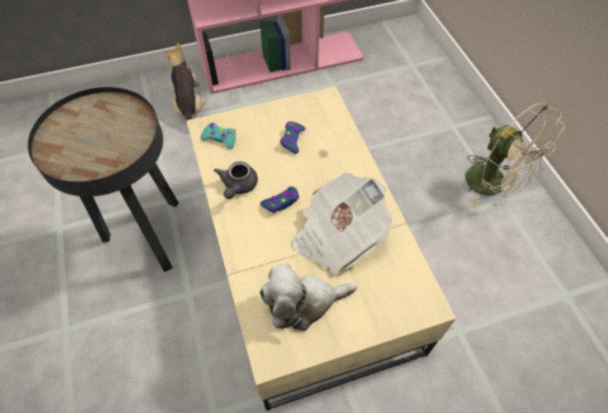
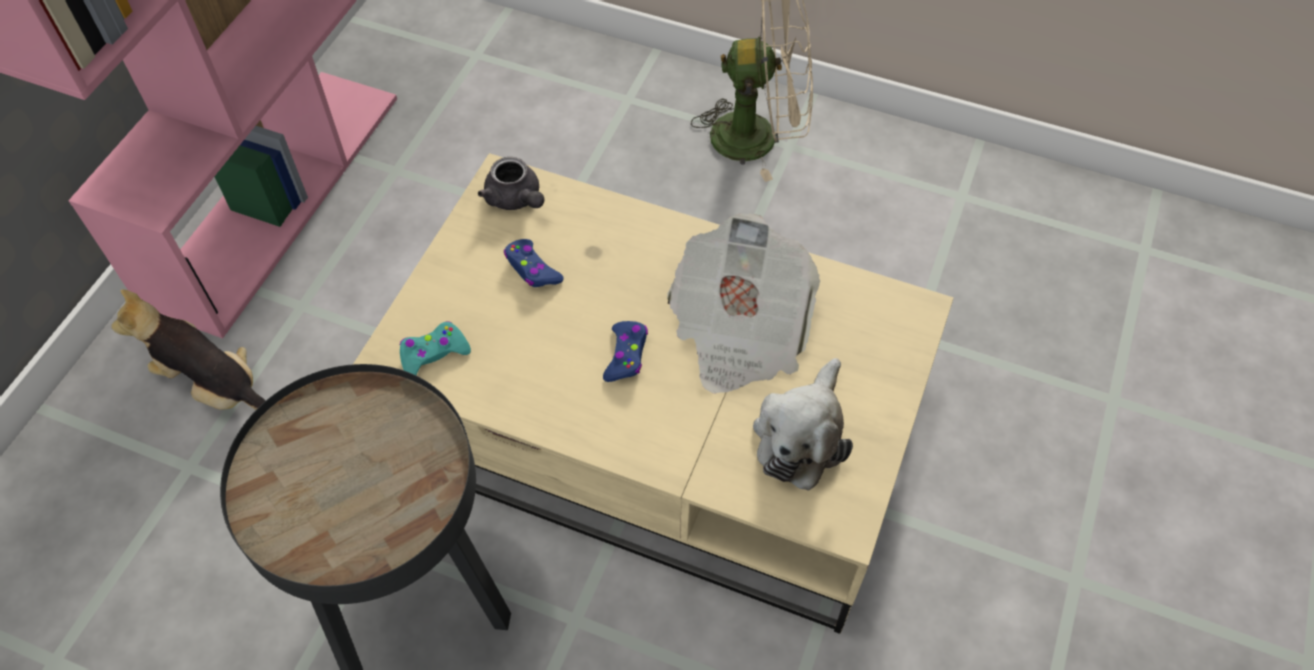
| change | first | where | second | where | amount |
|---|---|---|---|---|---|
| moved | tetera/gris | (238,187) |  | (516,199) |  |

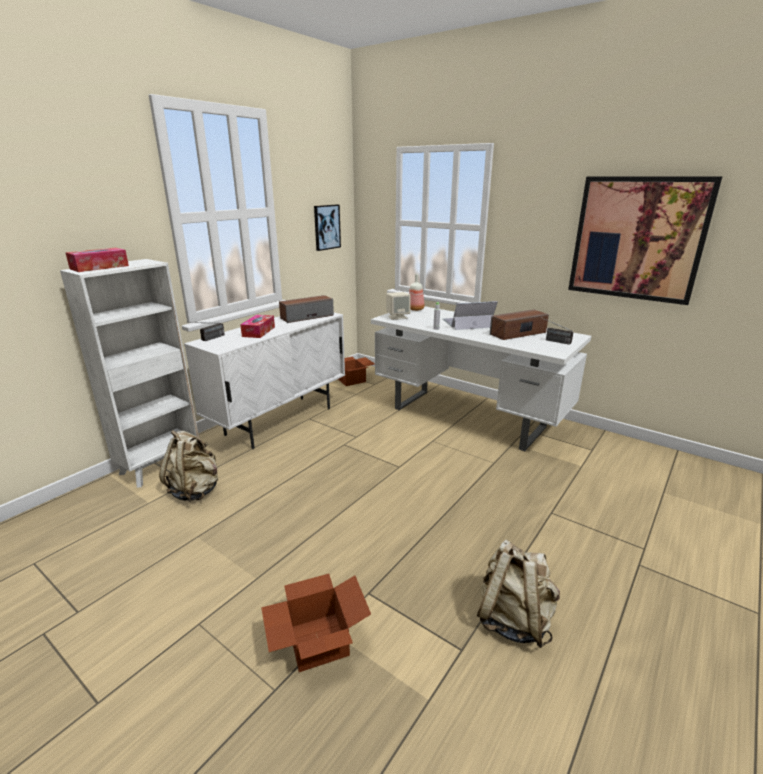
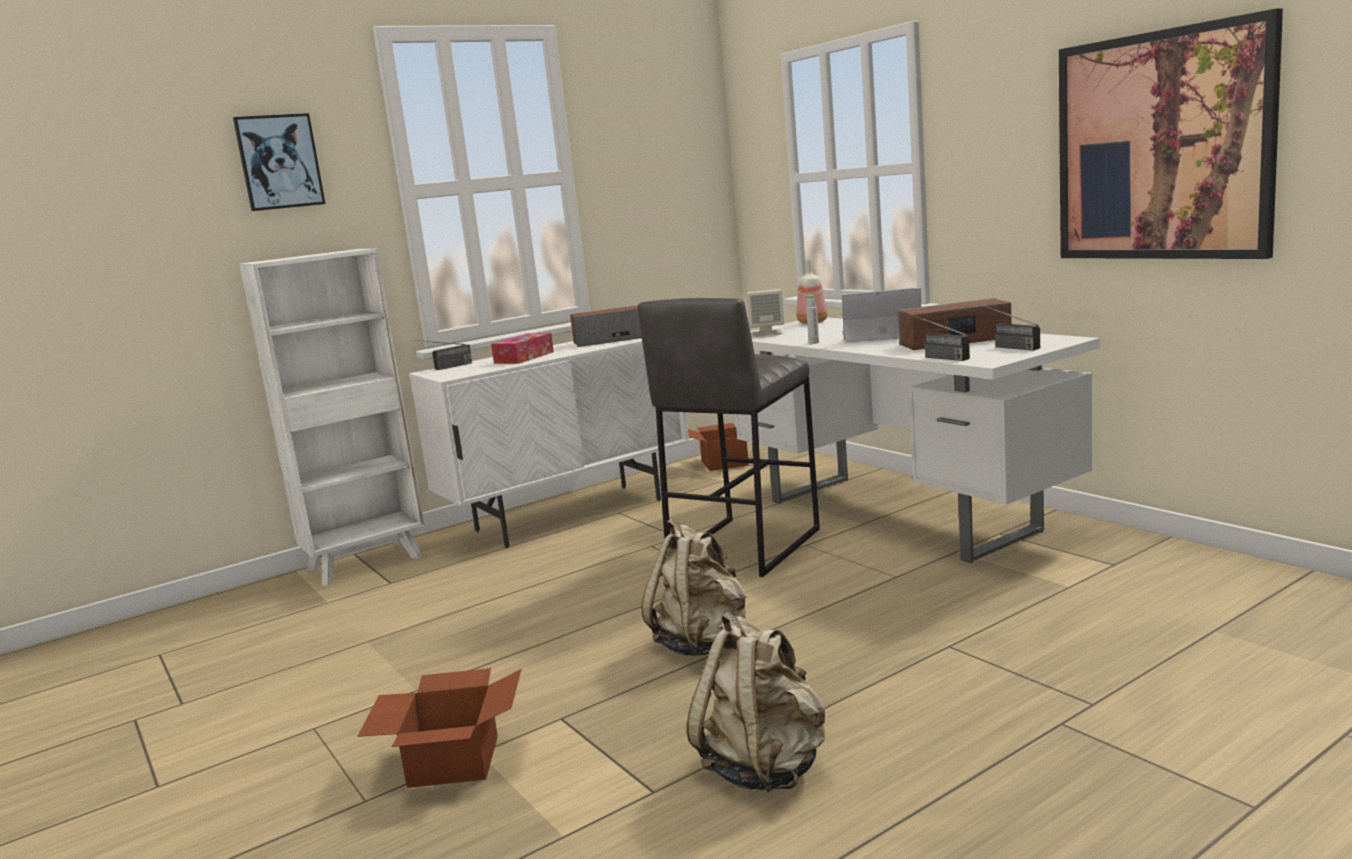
| change | first | where | second | where | amount |
|---|---|---|---|---|---|
| moved | cuadro | (326,227) |  | (279,162) |  |
| removed | caja de pañuelos | (99,267) |  |  |  |
| moved | mochila/beis | (195,490) |  | (702,644) |  |
| added |  |  | taburete/gris | (742,546) |  |
| added |  |  | radio | (936,357) |  |

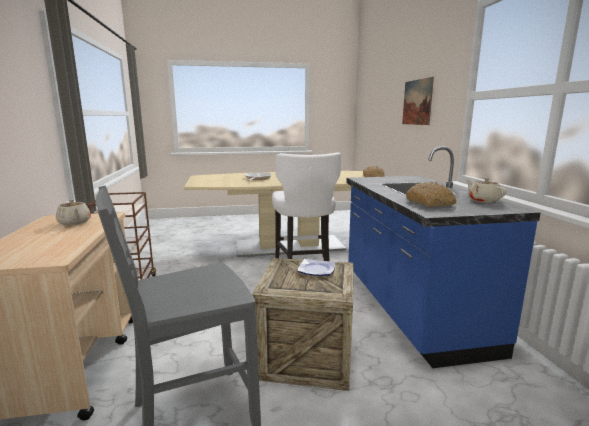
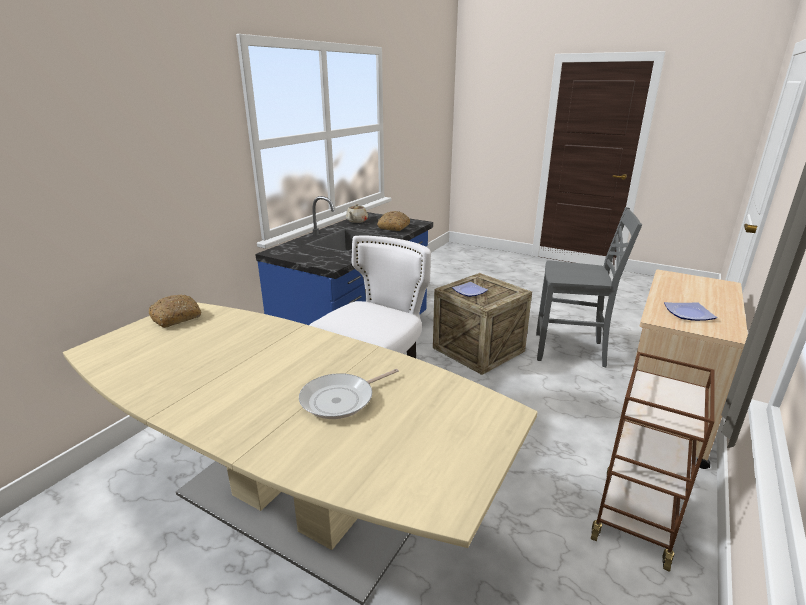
| change | first | where | second | where | amount |
|---|---|---|---|---|---|
| removed | cuadro | (417,102) |  |  |  |
| replaced | tetera/beis | (74,223) | plato | (689,314) |  |

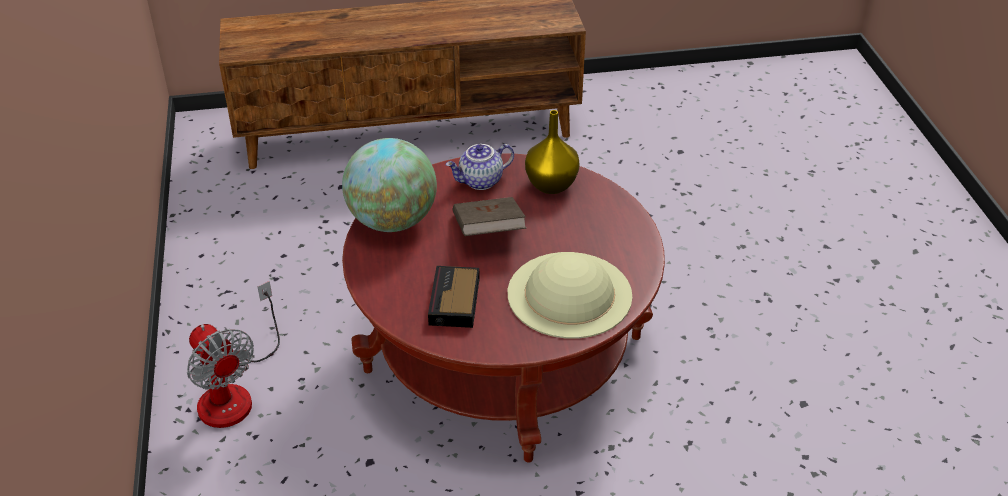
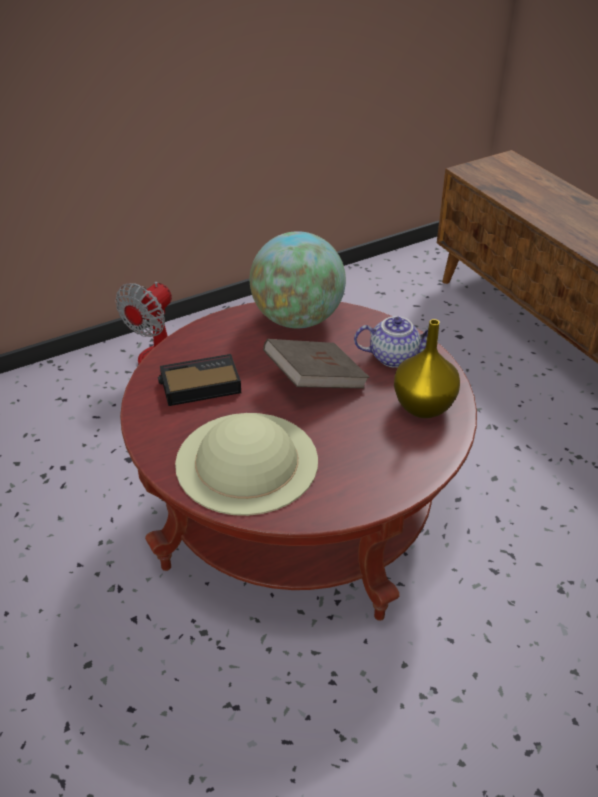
| change | first | where | second | where | amount |
|---|---|---|---|---|---|
| turned | tetera | (480,182) |  | (394,356) | 135 degrees clockwise |

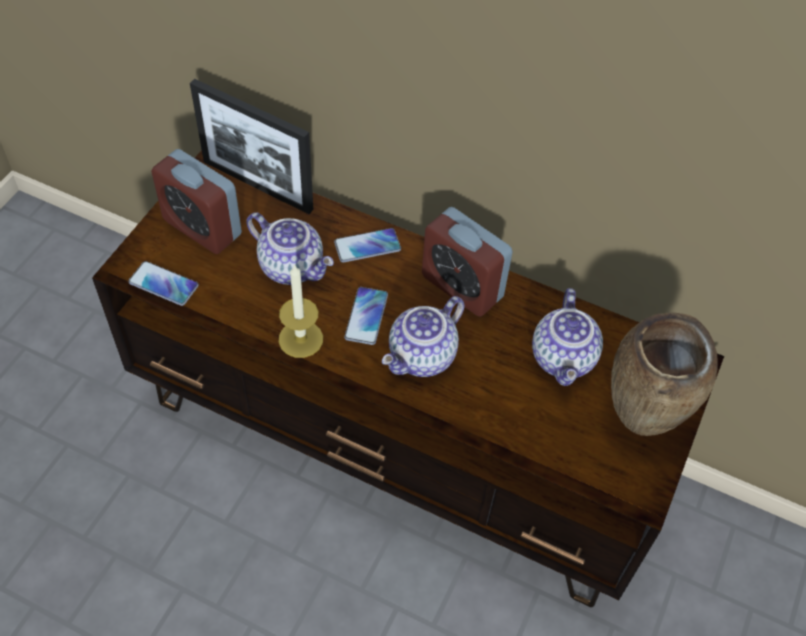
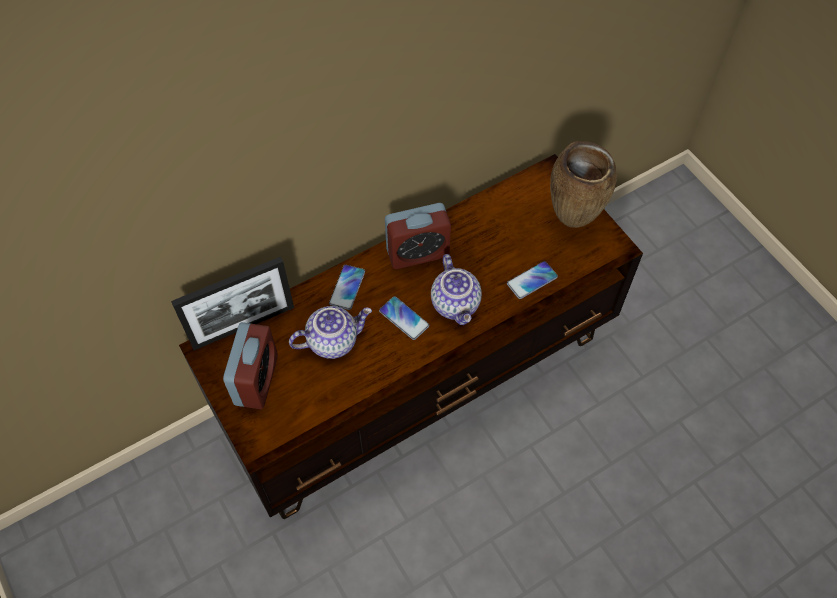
| change | first | where | second | where | amount |
|---|---|---|---|---|---|
| turned | despertador | (202,227) |  | (256,380) | 60 degrees counterclockwise |
| moved | móvil | (163,284) |  | (532,280) |  |
| removed | vela | (301,339) |  |  |  |
| removed | tetera | (564,359) |  |  |  |

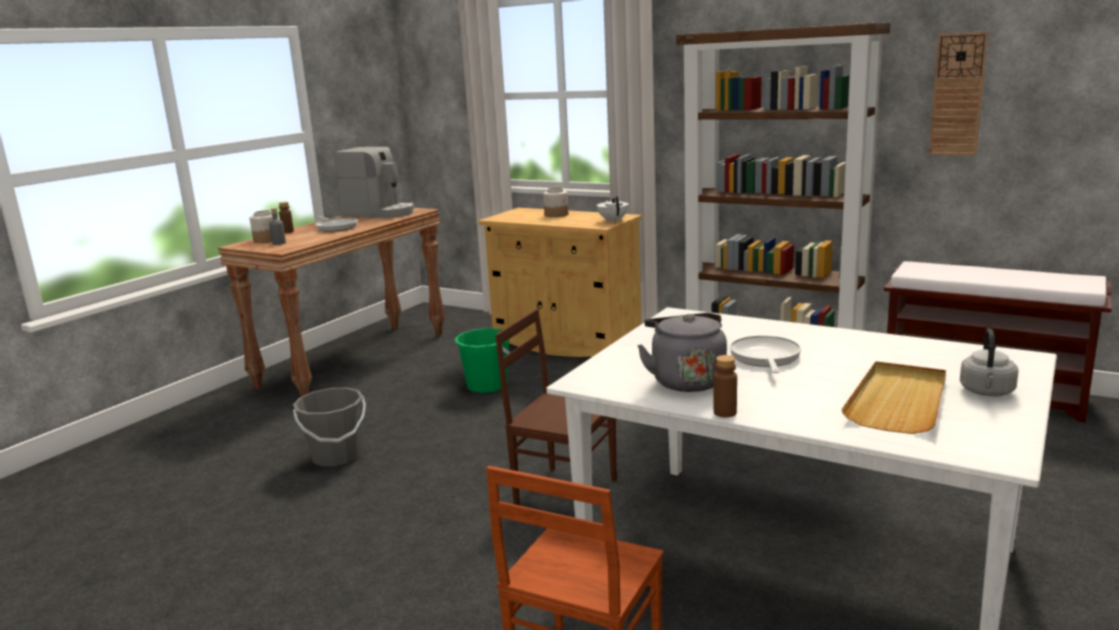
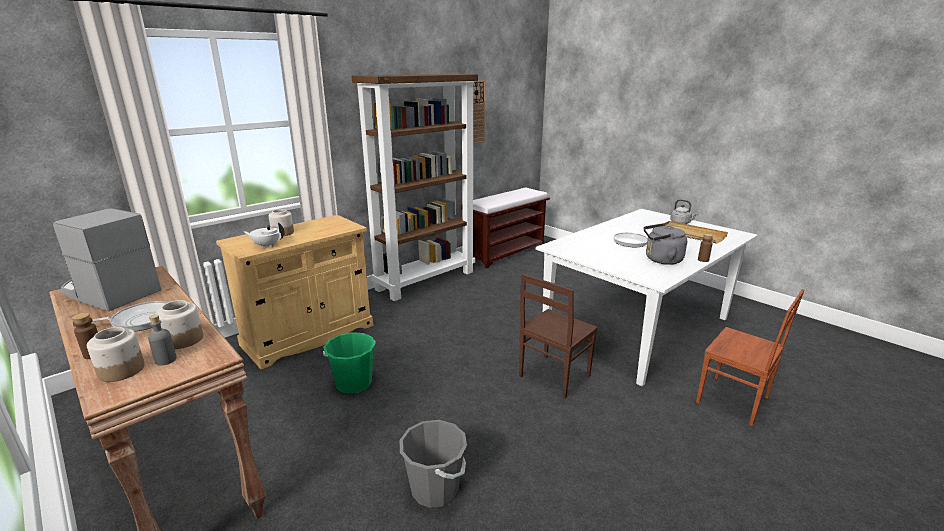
| change | first | where | second | where | amount |
|---|---|---|---|---|---|
| turned | cafetera | (380,213) |  | (110,293) | 105 degrees counterclockwise |
| moved | tetera/blanco | (613,220) |  | (266,246) |  |
| added |  |  | tarro | (183,340) |  |

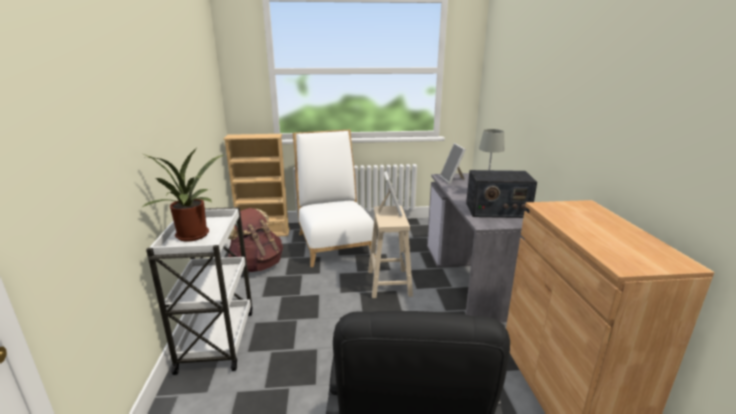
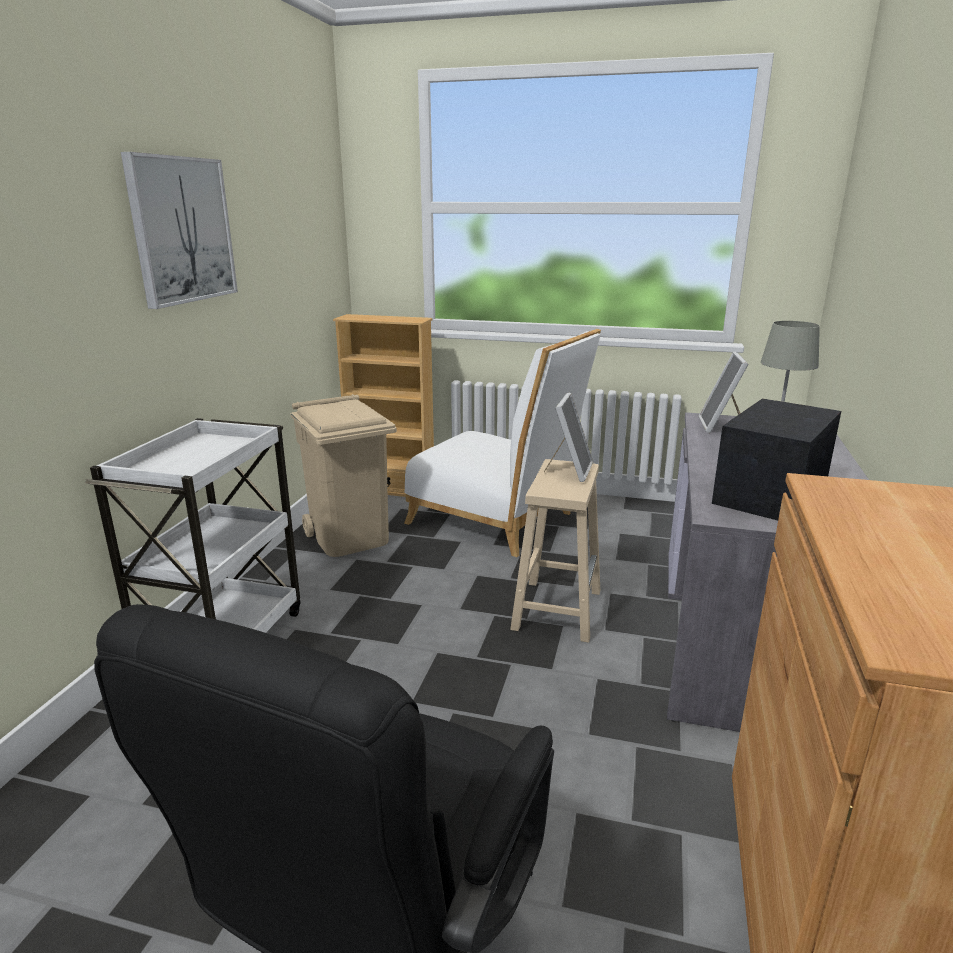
| change | first | where | second | where | amount |
|---|---|---|---|---|---|
| turned | silla/blanco | (334,242) |  | (498,521) | 120 degrees clockwise |
| removed | planta en maceta | (193,236) |  |  |  |
| turned | radio | (496,210) |  | (771,493) | 105 degrees clockwise |
| replaced | mochila/marrón | (256,265) | papelera/beis | (350,537) |  |
| added |  |  | cuadro | (182,230) |  |

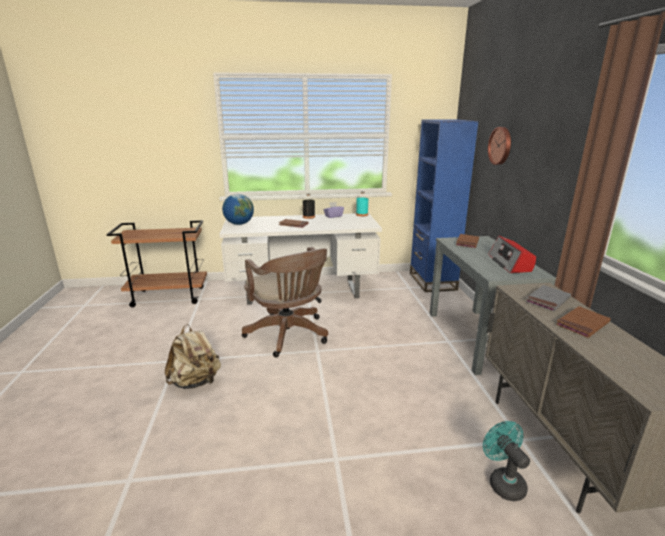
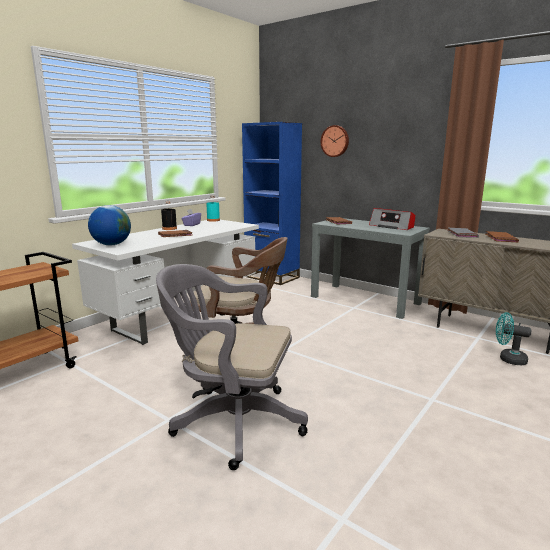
| change | first | where | second | where | amount |
|---|---|---|---|---|---|
| replaced | mochila/beis | (196,382) | silla de oficina/gris | (232,421) |  |

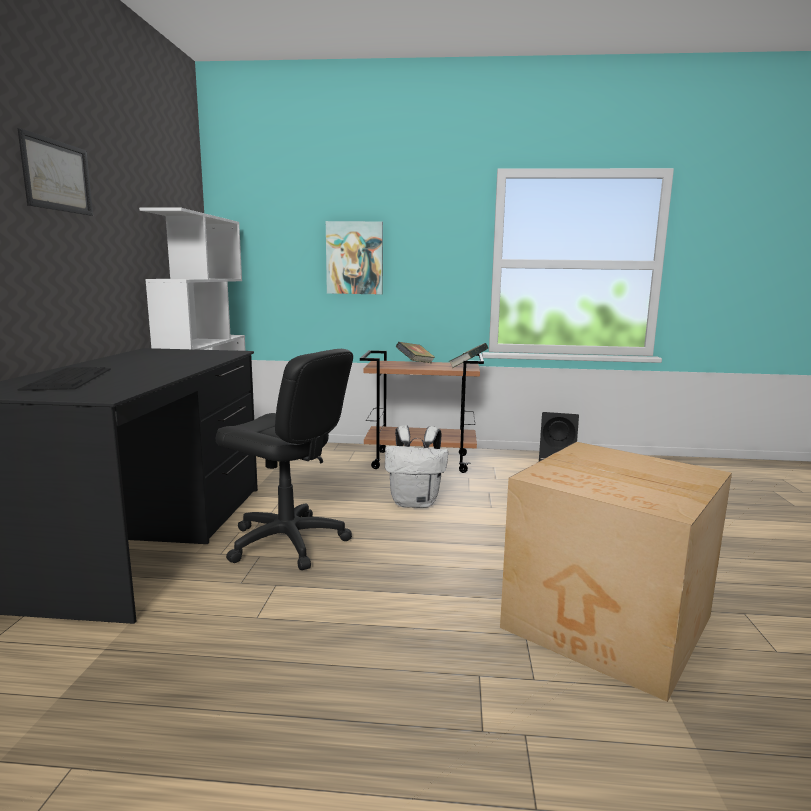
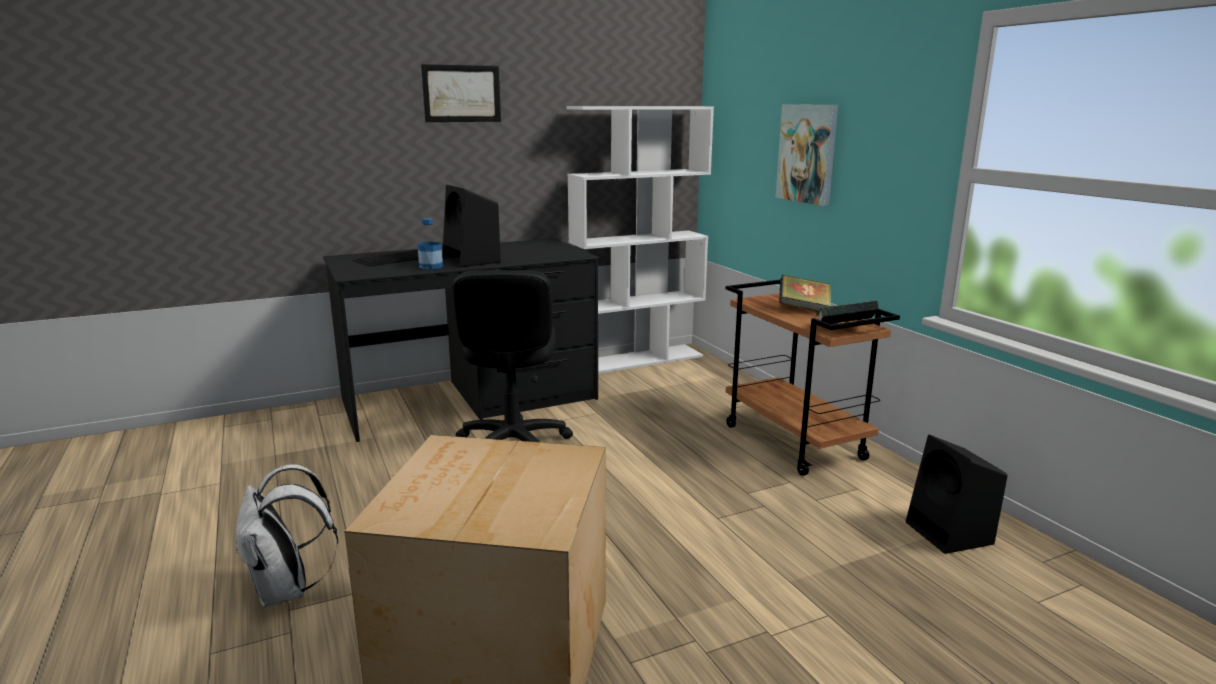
| change | first | where | second | where | amount |
|---|---|---|---|---|---|
| moved | mochila/blanco | (415,503) |  | (287,591) |  |
| added |  |  | altavoz/negro | (472,261) |  |
| added |  |  | botella | (431,266) |  |

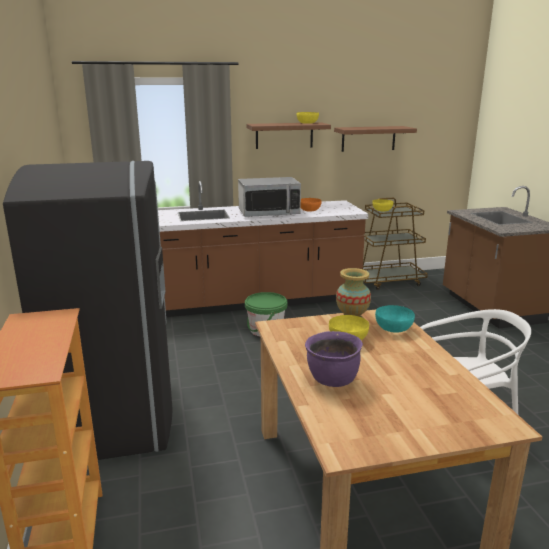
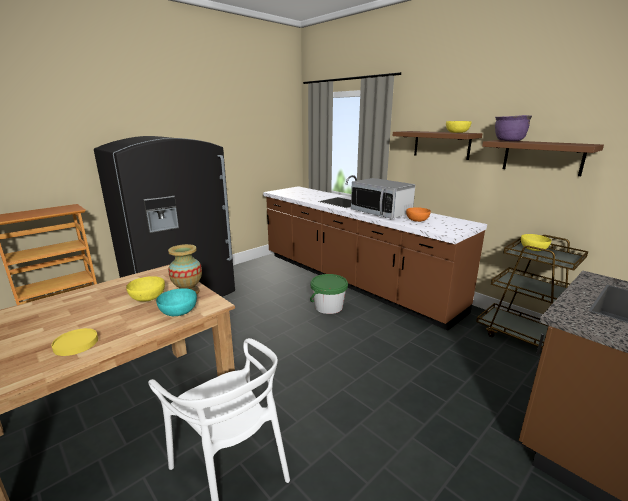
| change | first | where | second | where | amount |
|---|---|---|---|---|---|
| moved | olla/morado | (332,380) |  | (509,141) |  |
| added |  |  | plato/amarillo | (76,343) |  |

